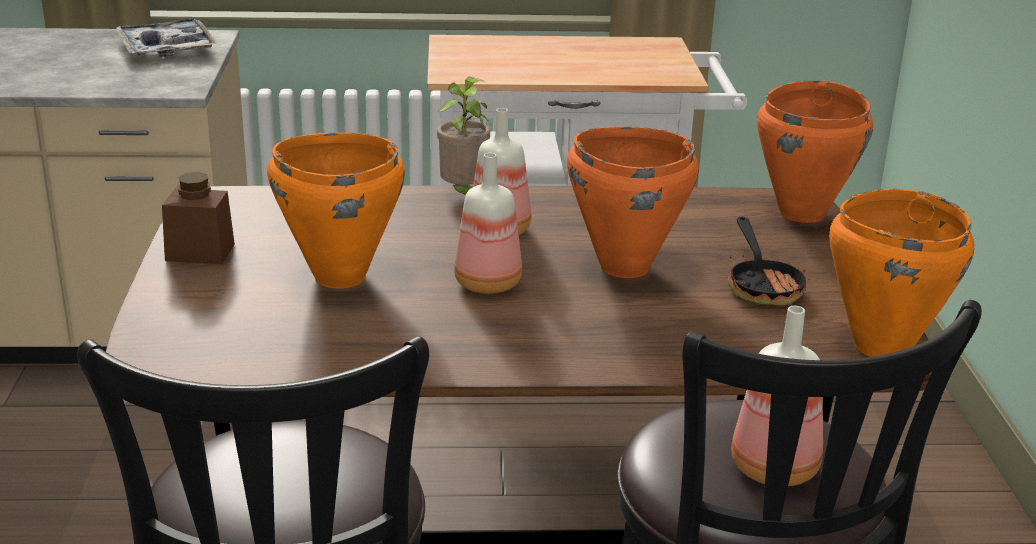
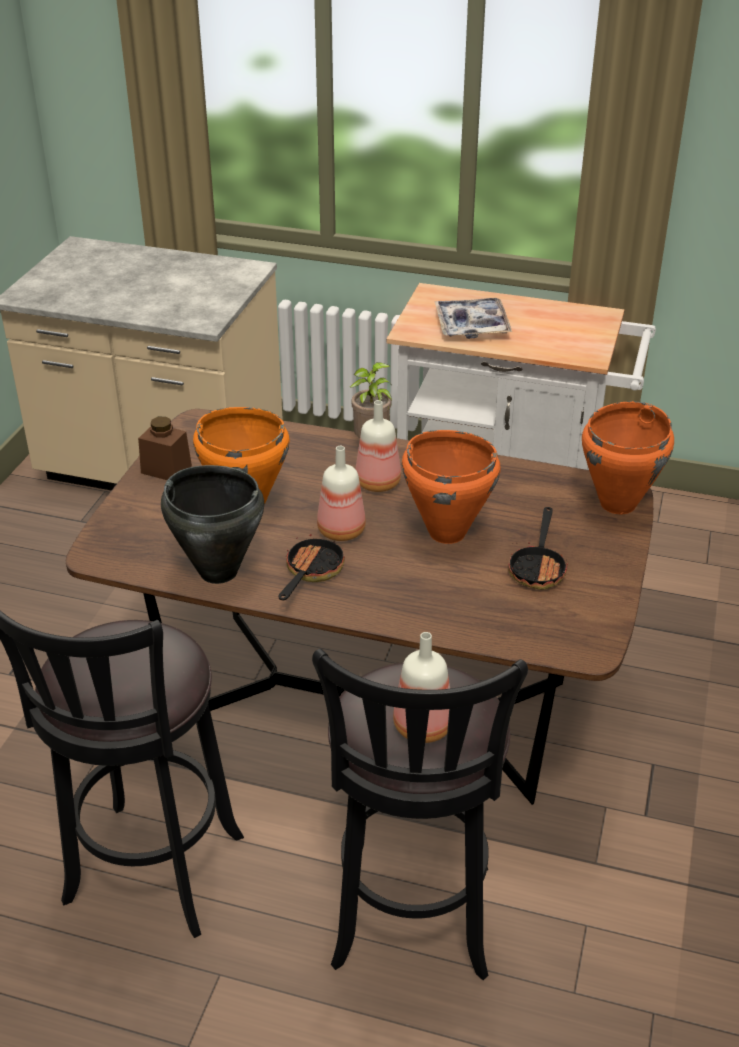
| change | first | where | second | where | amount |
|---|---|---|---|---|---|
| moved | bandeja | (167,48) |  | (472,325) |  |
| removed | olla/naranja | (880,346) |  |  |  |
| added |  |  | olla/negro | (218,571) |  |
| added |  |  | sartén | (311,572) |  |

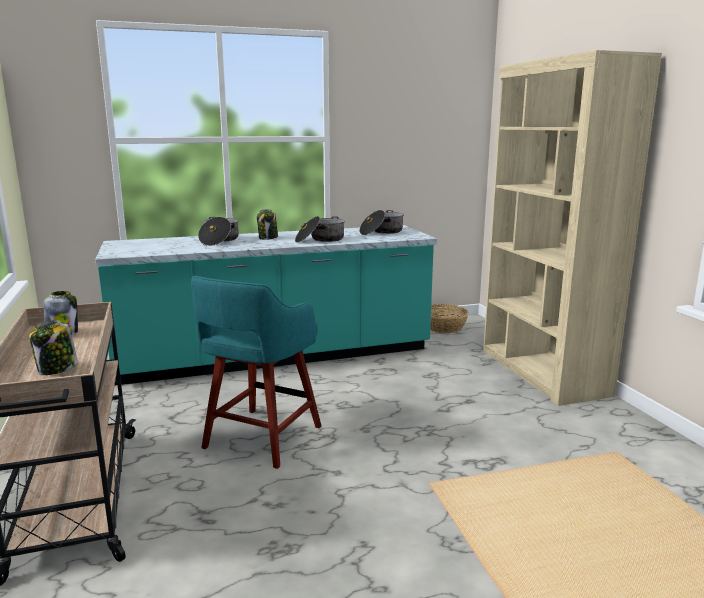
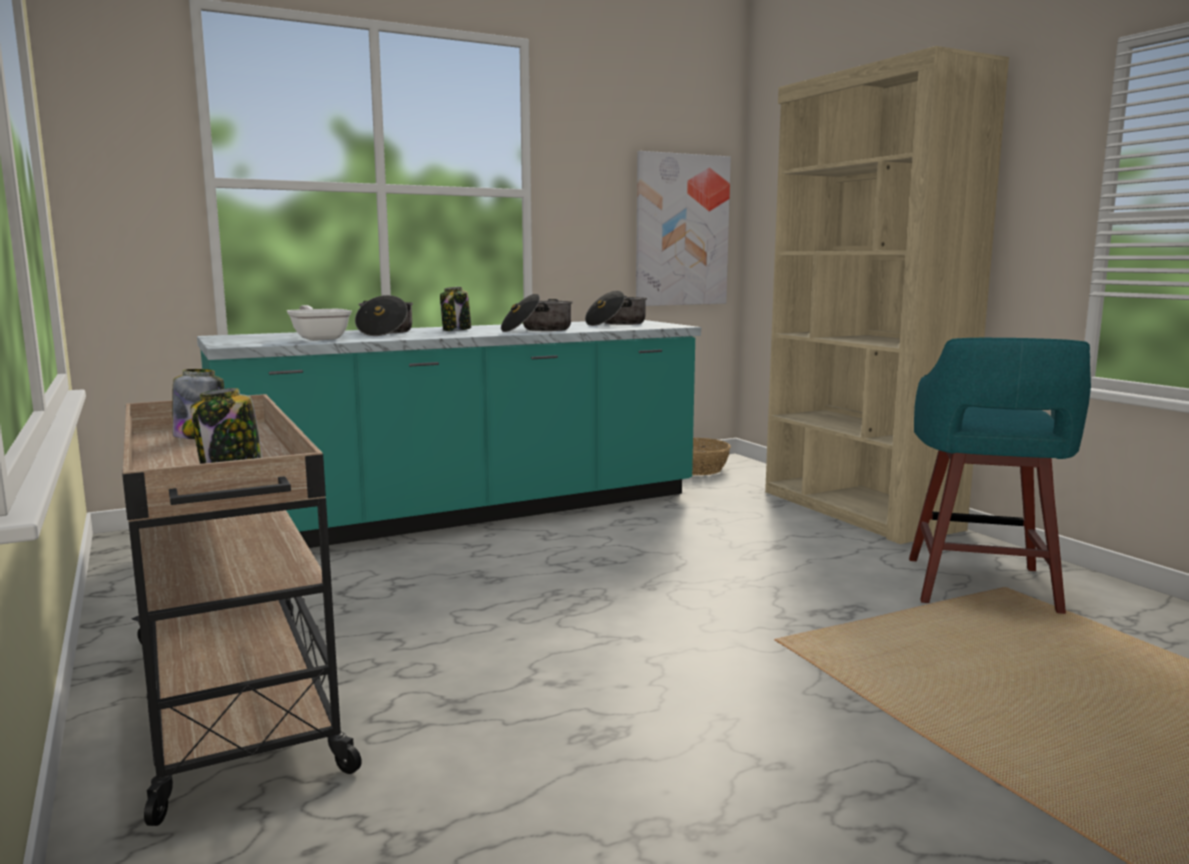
| change | first | where | second | where | amount |
|---|---|---|---|---|---|
| moved | taburete/turquesa | (260,439) |  | (981,587) |  |
| added |  |  | cuadro | (681,230) |  |
| added |  |  | sartén | (319,338) |  |

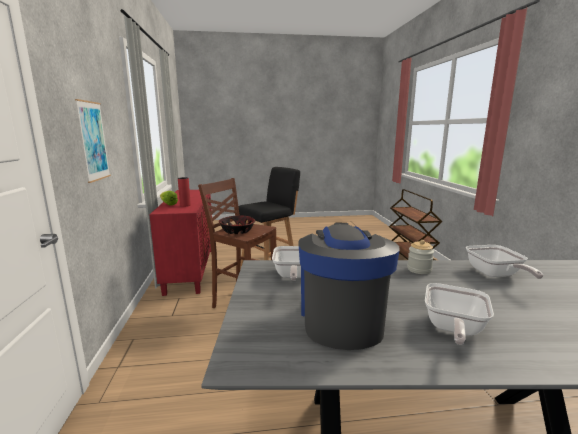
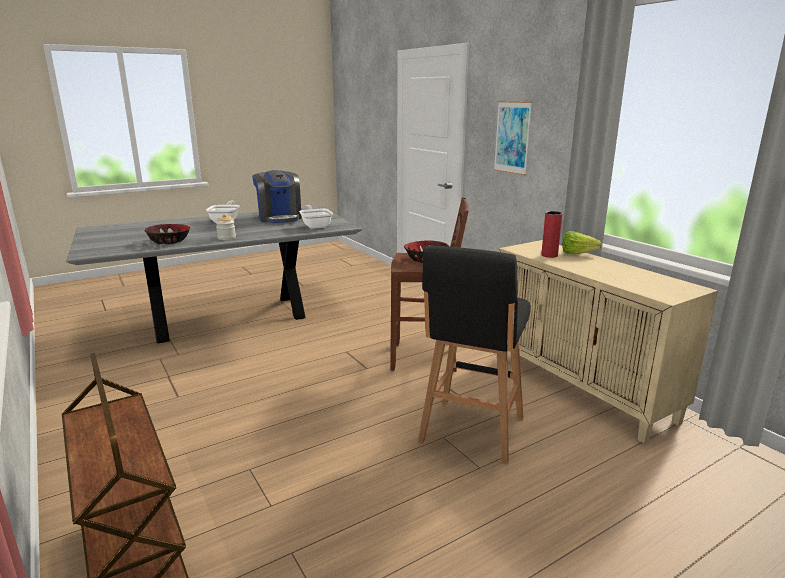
| change | first | where | second | where | amount |
|---|---|---|---|---|---|
| recoloured | armario/rojo | (190,269) | armario/beis | (581,388) |  |
| replaced | sartén | (495,275) | cuenco | (169,241) |  |

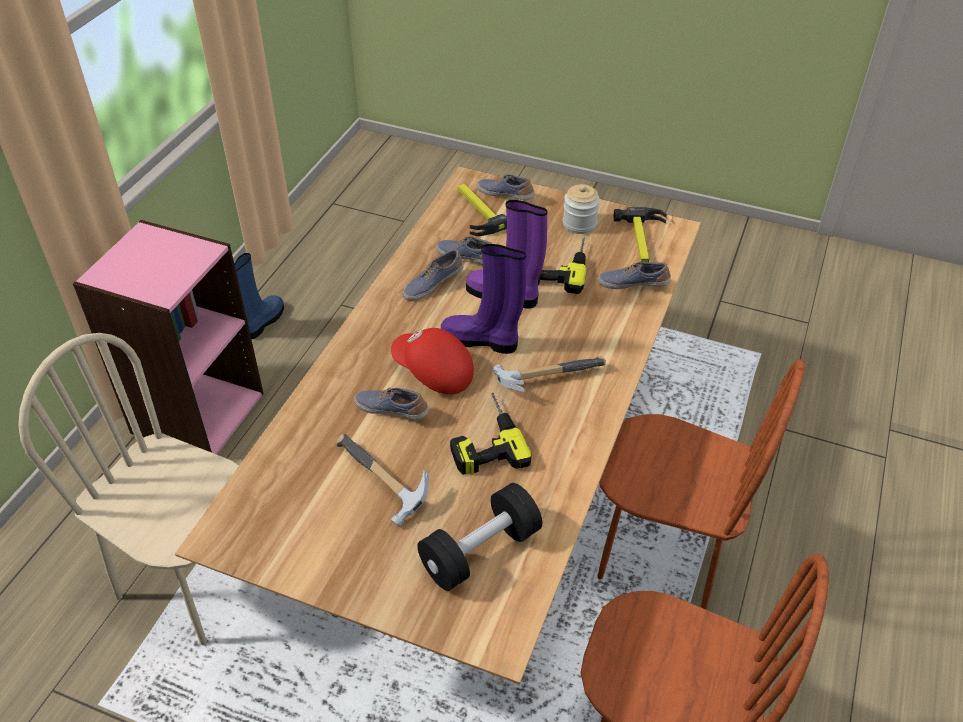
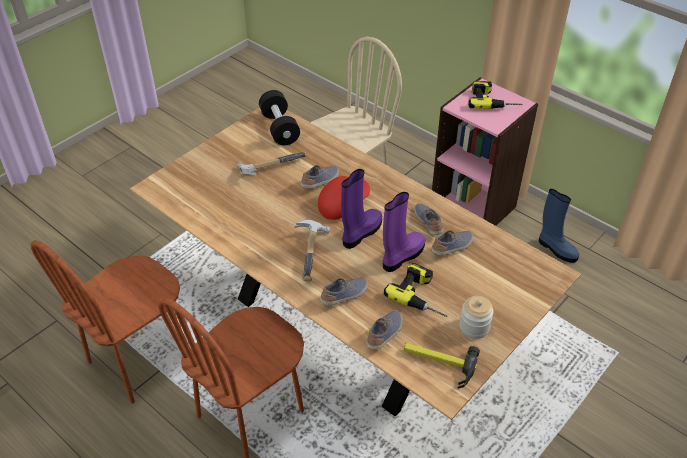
| change | first | where | second | where | amount |
|---|---|---|---|---|---|
| moved | zapato | (505,195) |  | (345,296) |  |
| removed | martillo | (477,212) |  |  |  |
| moved | taladro | (483,439) |  | (493,100) |  |
| moved | mancuerna/negro | (480,551) |  | (279,128) |  |

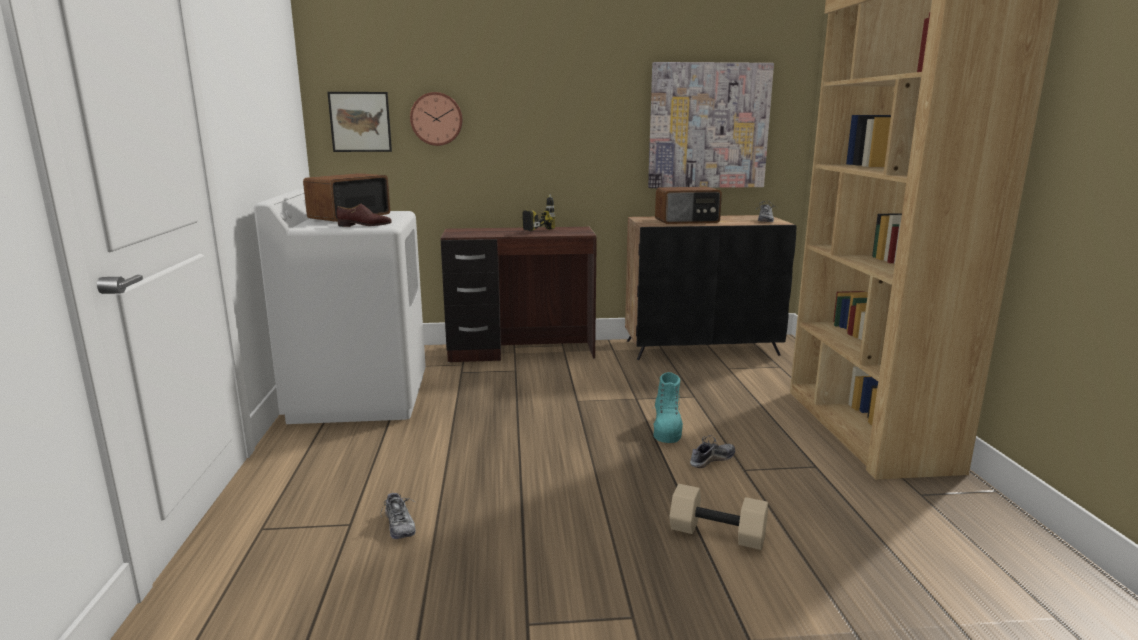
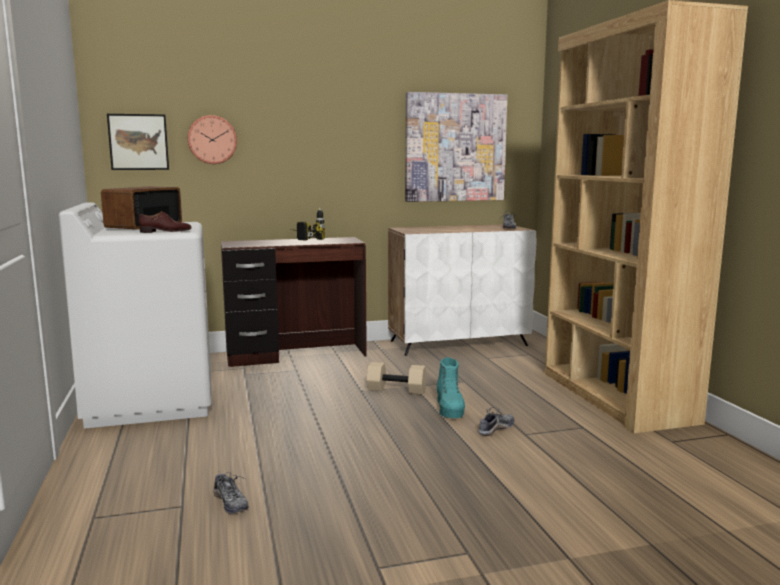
| change | first | where | second | where | amount |
|---|---|---|---|---|---|
| removed | radio | (687,221) |  |  |  |
| recoloured | armario/negro | (702,347) | armario/blanco | (459,343) |  |
| moved | mancuerna/beis | (718,532) |  | (397,389) |  |

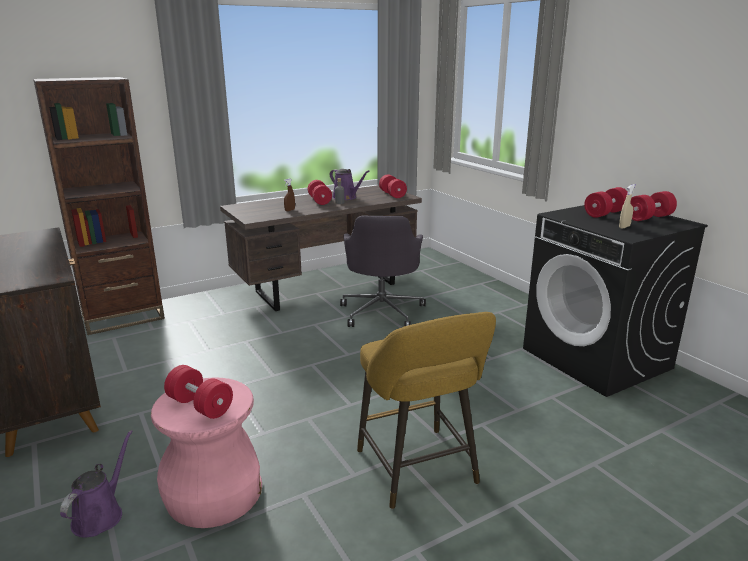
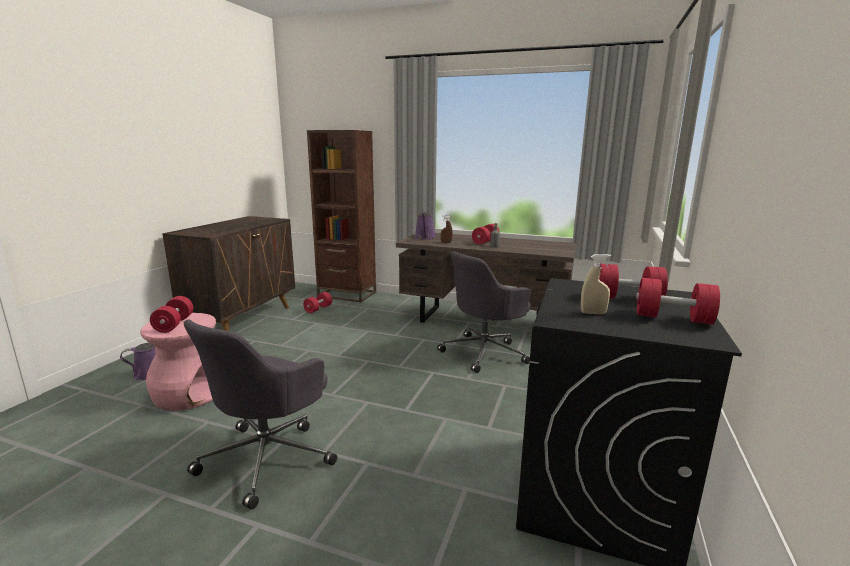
| change | first | where | second | where | amount |
|---|---|---|---|---|---|
| moved | regadera/morado | (346,197) |  | (425,237) |  |
| moved | mancuerna/rojo | (392,194) |  | (318,309) |  |
| replaced | taburete/amarillo | (419,471) | silla de oficina/gris | (268,457) |  |

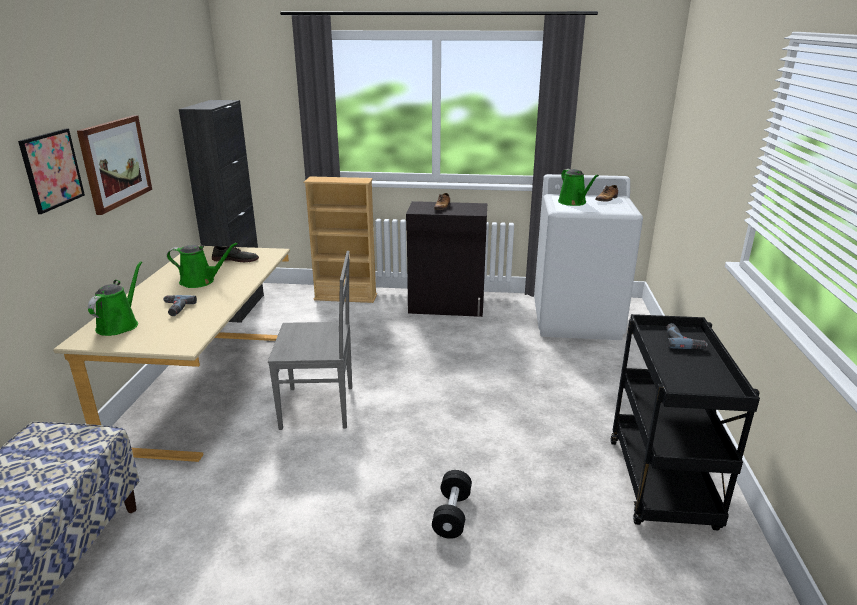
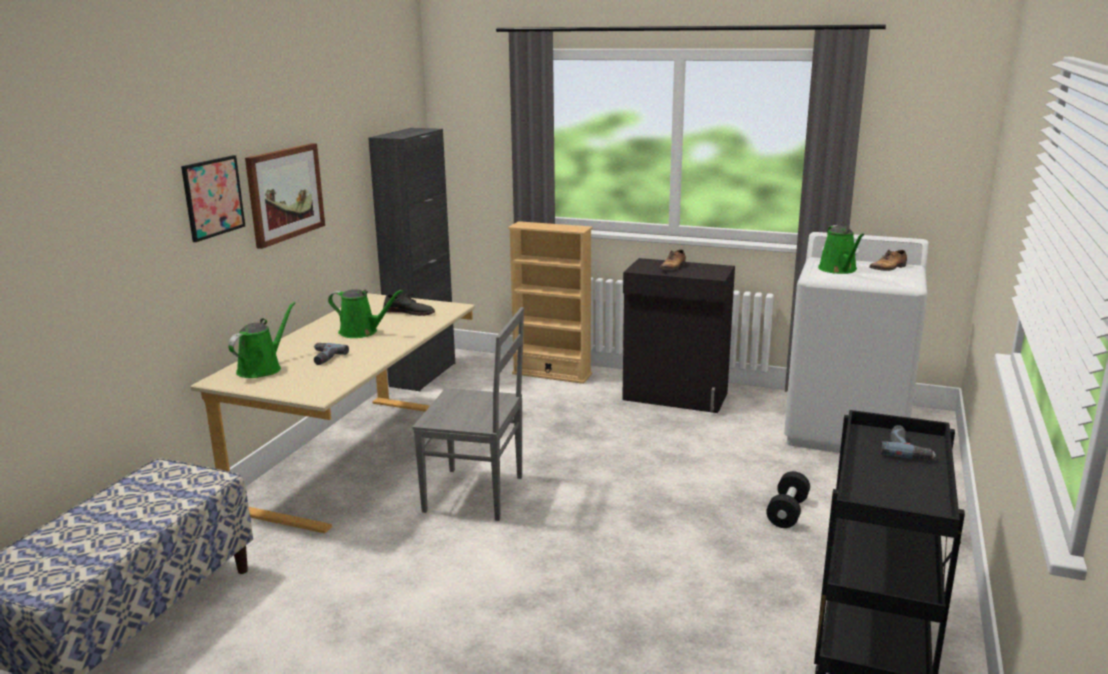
| change | first | where | second | where | amount |
|---|---|---|---|---|---|
| moved | mancuerna/negro | (452,514) |  | (787,512) |  |

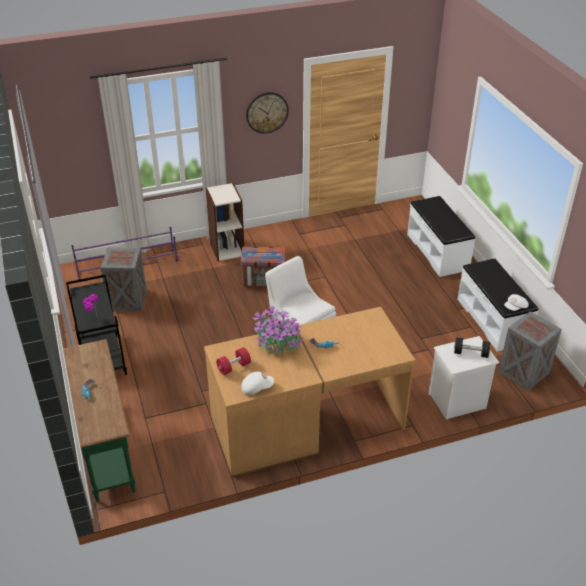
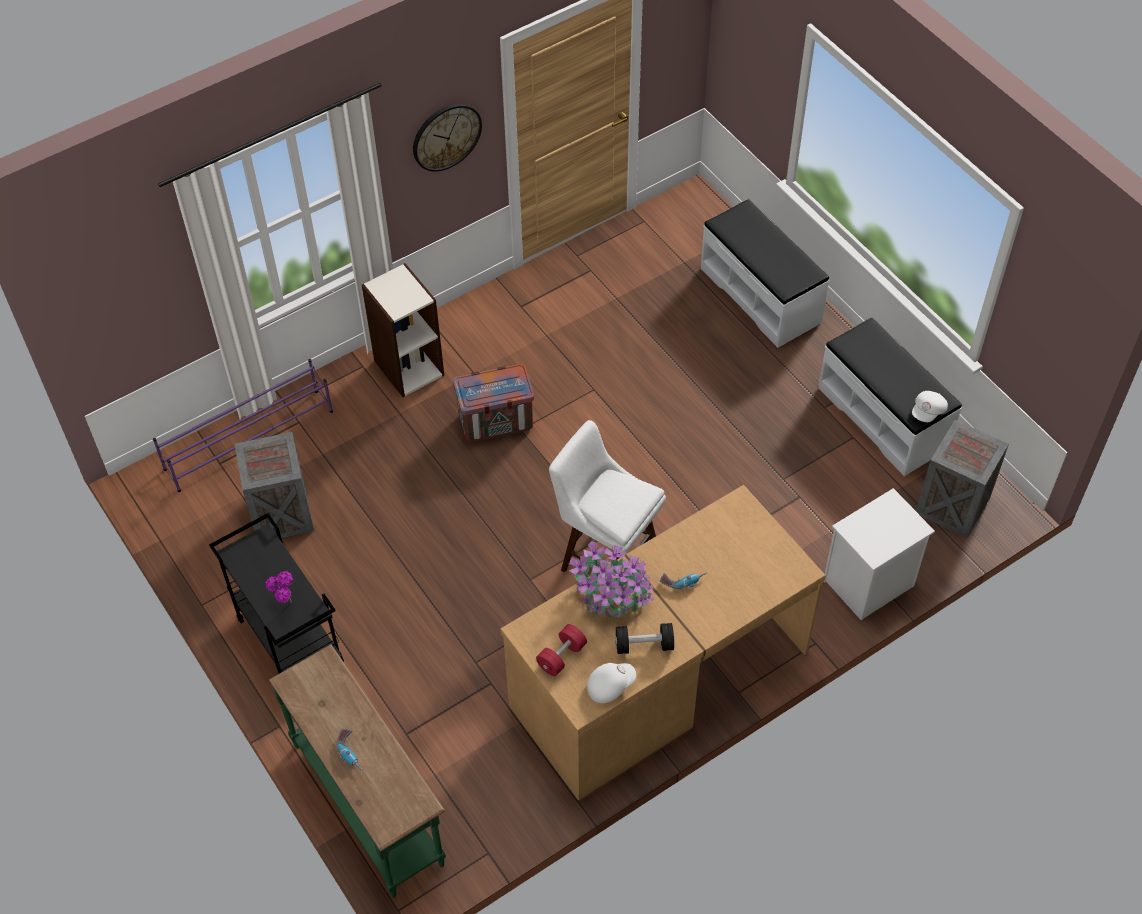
| change | first | where | second | where | amount |
|---|---|---|---|---|---|
| moved | mancuerna/negro | (470,353) |  | (644,645) |  |

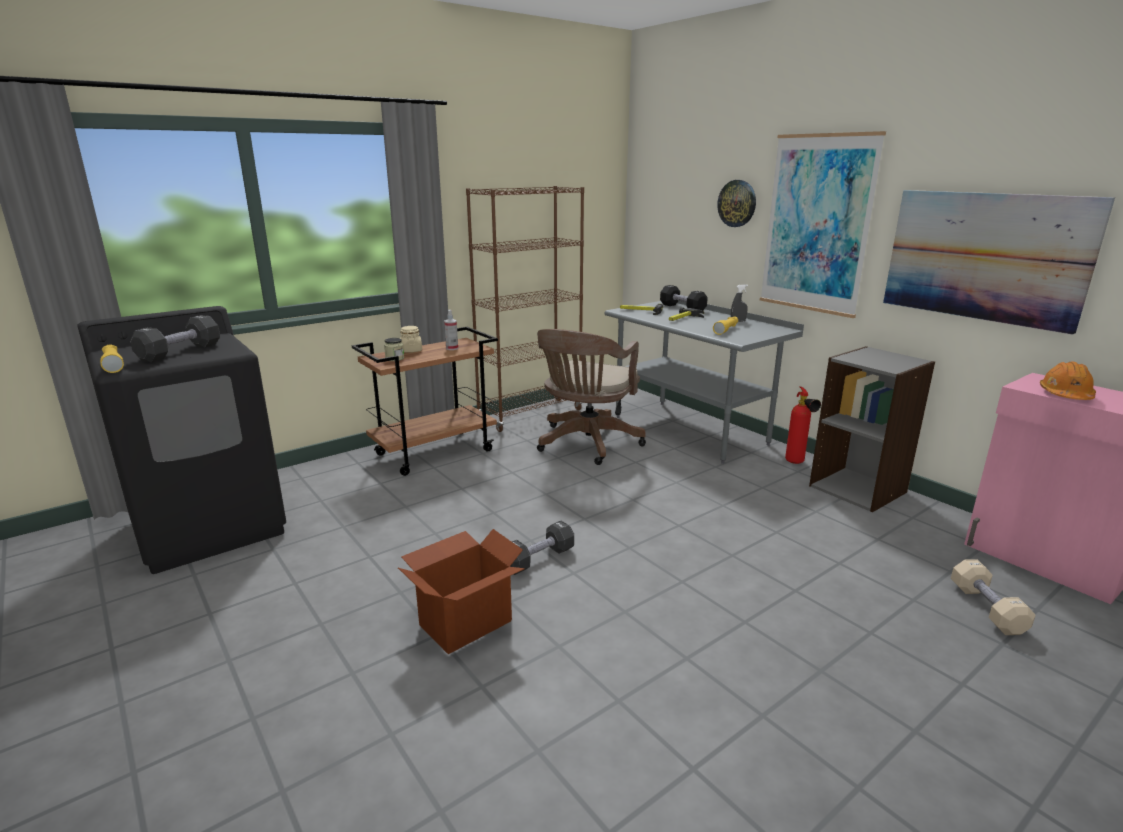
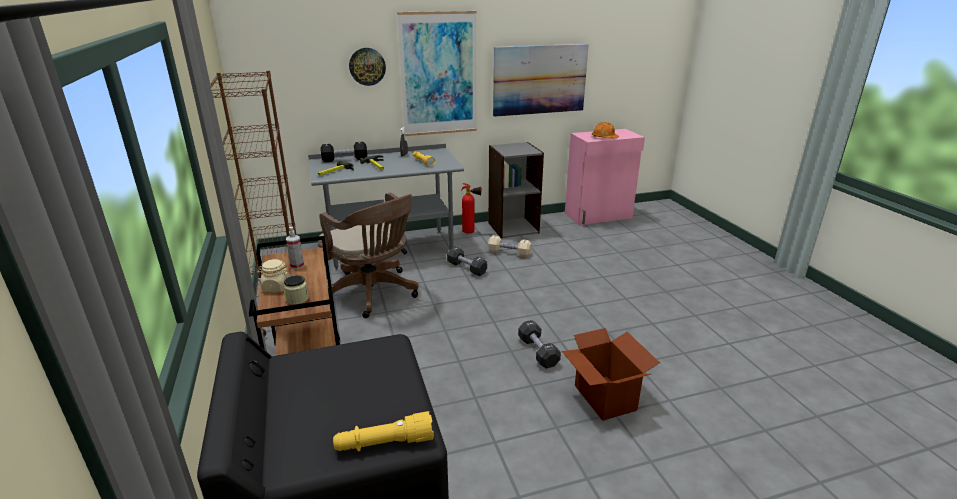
| change | first | where | second | where | amount |
|---|---|---|---|---|---|
| moved | mancuerna/negro | (180,352) |  | (467,268) |  |
| moved | mancuerna/beis | (986,609) |  | (509,253) |  |

